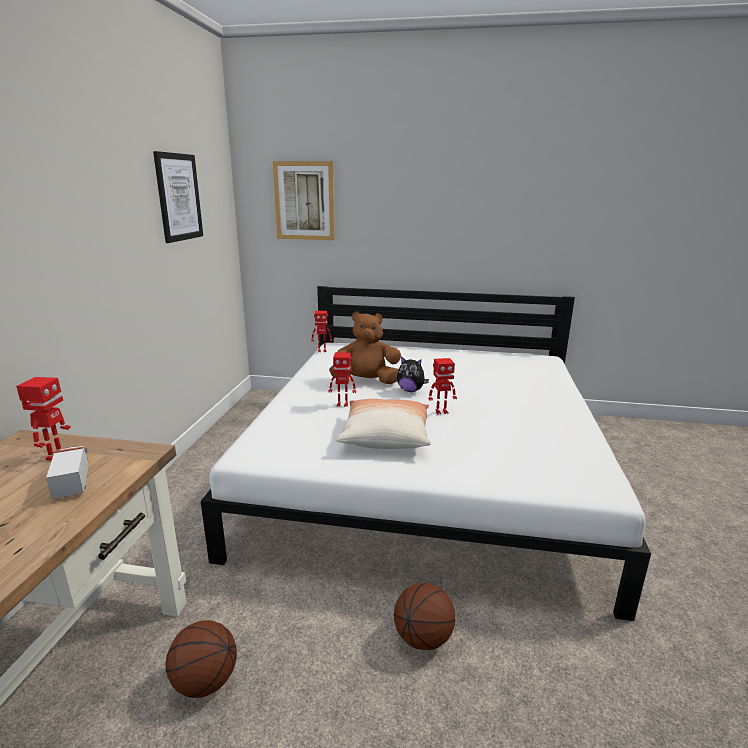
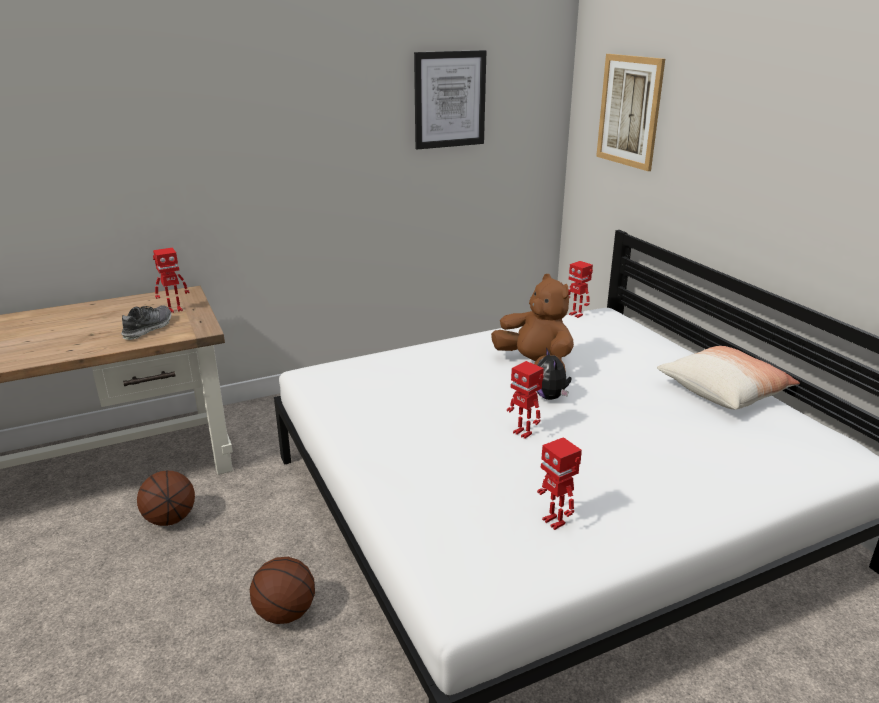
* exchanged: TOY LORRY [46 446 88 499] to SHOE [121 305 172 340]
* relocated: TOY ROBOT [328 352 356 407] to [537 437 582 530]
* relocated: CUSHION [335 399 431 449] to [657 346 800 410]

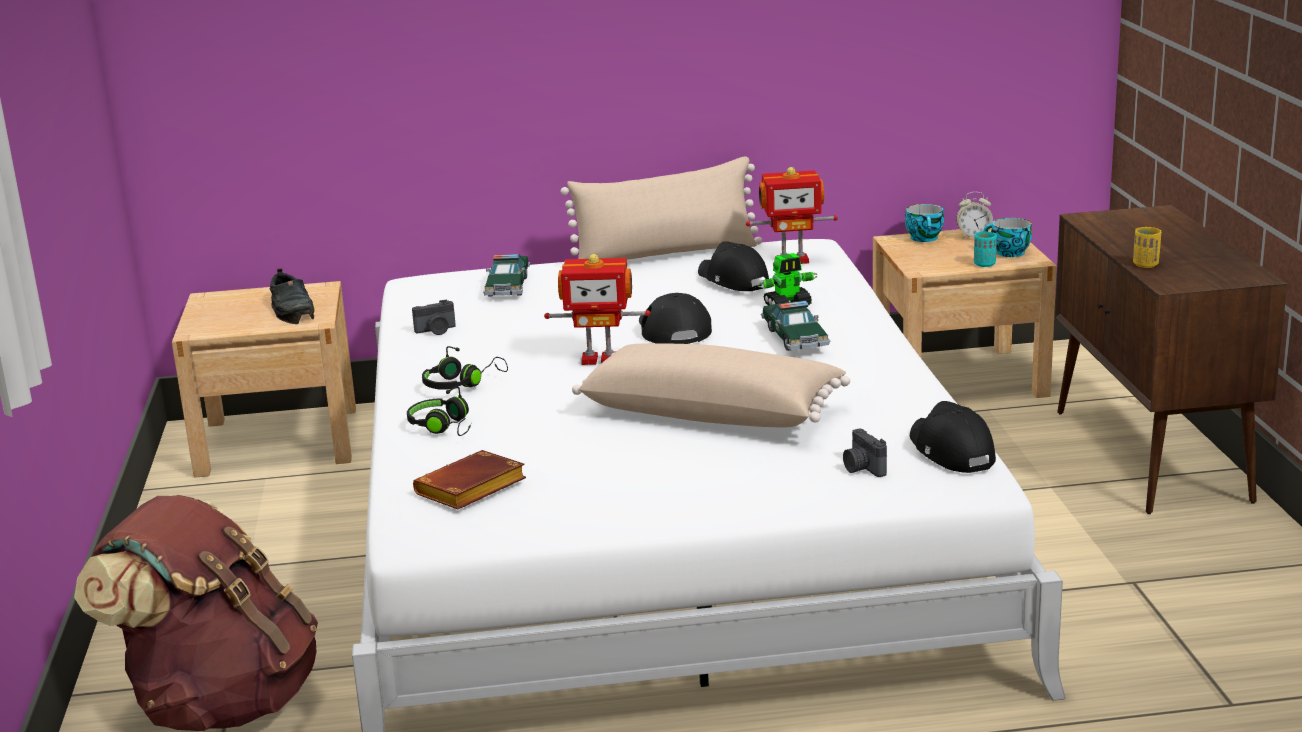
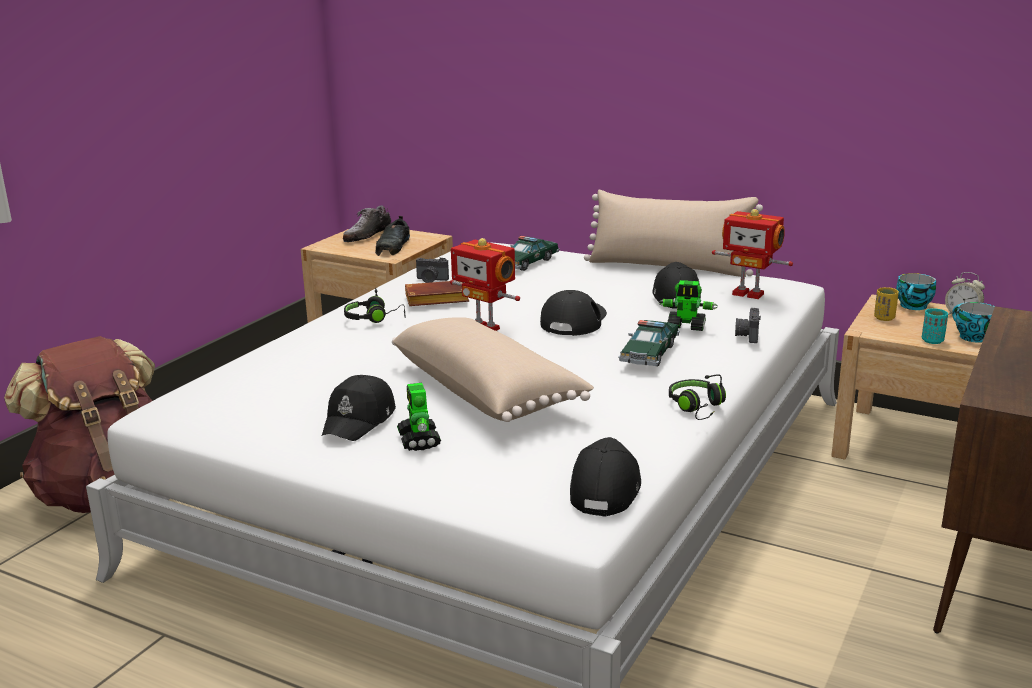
* appeared: BLACK BASEBALL CAP [322 375 396 441]
* appeared: SHOE [343 205 391 242]
* appeared: TOY ROBOT [397 383 441 451]
* relocated: BROWN BOOK [413 450 526 509] to [405 281 469 306]
* relocated: BLACK HEADSET [407 386 472 436] to [669 374 726 420]
* relocated: PHOTO CAMERA [843 429 887 477] to [735 308 761 343]
* relocated: YELLOW SMALL CUP [1133 227 1161 268] to [874 287 899 321]

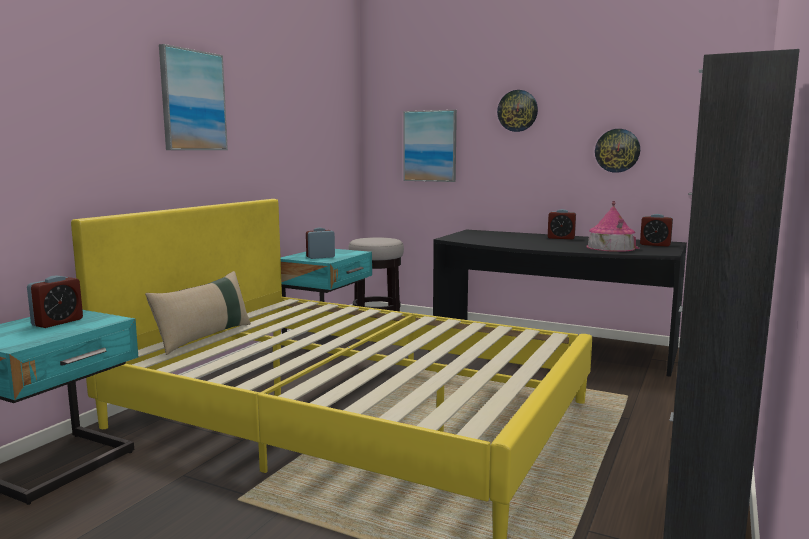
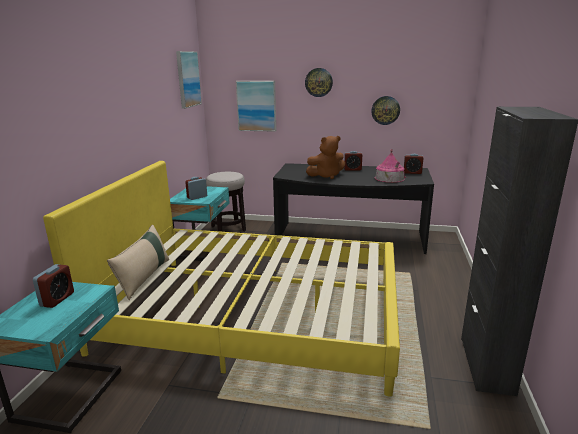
* relocated: WALL ART [159 44 228 150] to [176 51 202 109]
* appeared: BROWN CUDDLY TOY [306 136 345 179]

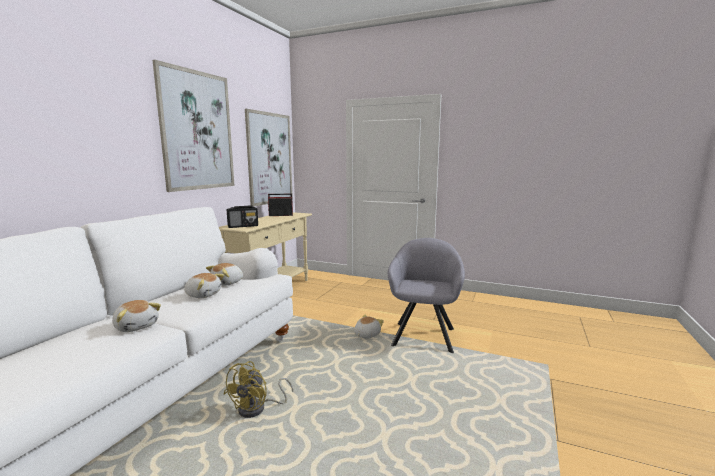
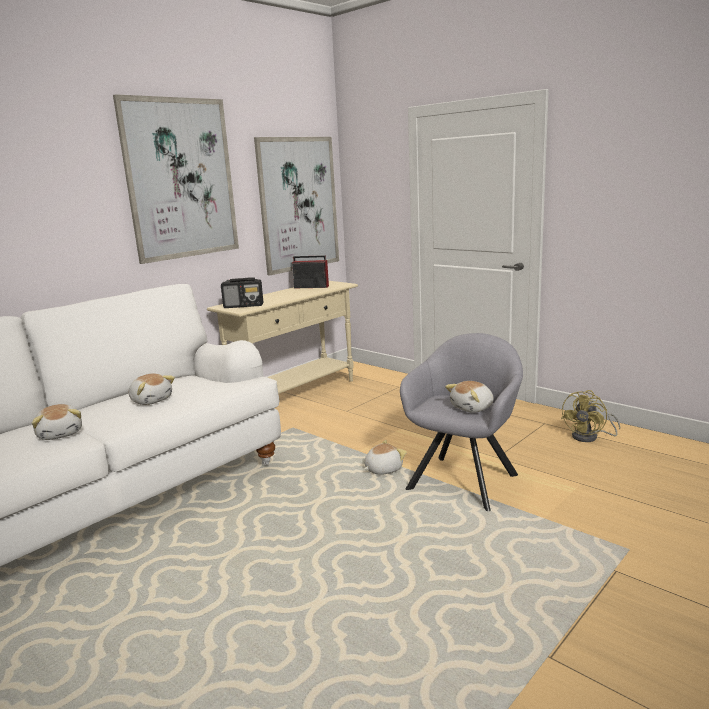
* relocated: CUDDLY TOY [206 263 243 286] to [445 381 494 413]
* relocated: YELLOW ELECTRIC FAN [224 361 293 418] to [561 390 620 442]

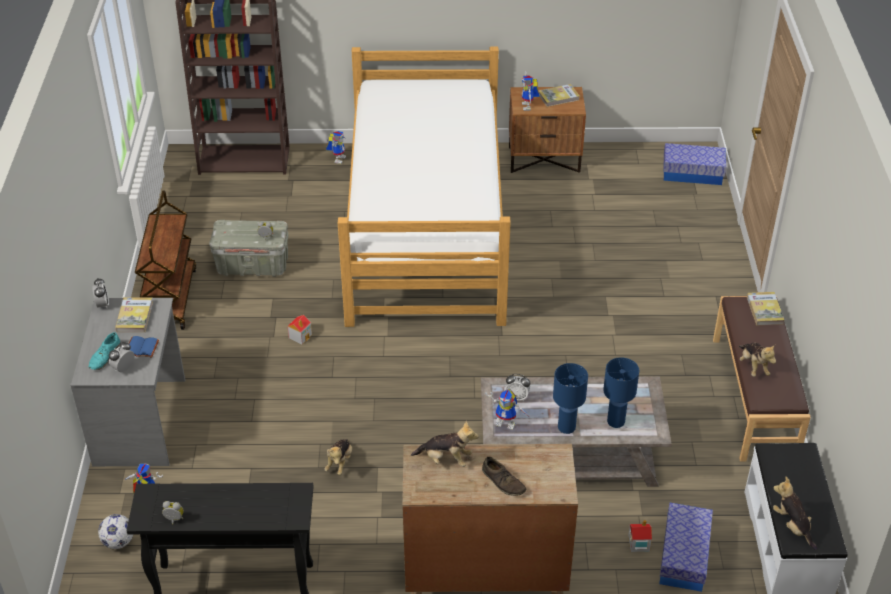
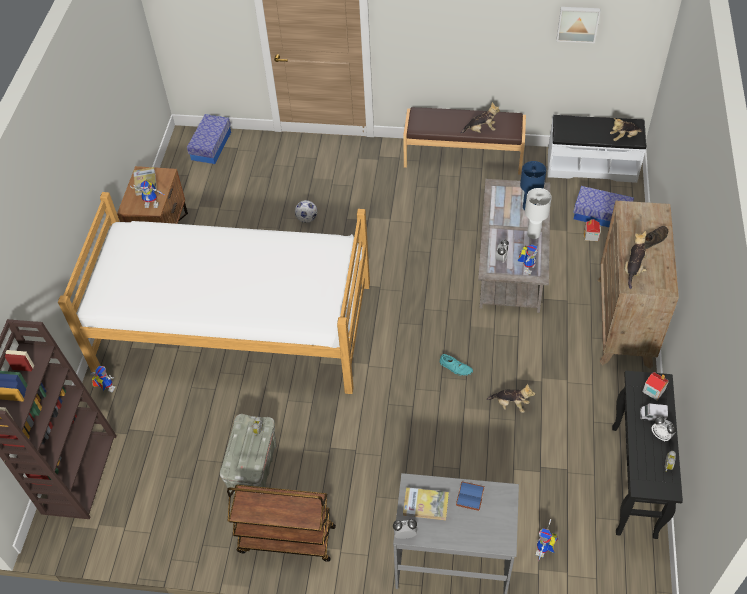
* relocated: BALL FOR FOOTBALL [98 514 133 549] to [295 200 317 223]
* relocated: BLUE-GREEN SHOE [89 332 120 370] to [440 354 473 376]
* colour: BLUE-COLOURED TABLE LAMP [553 363 588 434] to WHITE TABLE LAMP [525 188 552 239]
* appeared: WALL ART [556 7 600 43]
* appeared: TOY LORRY [640 403 668 421]
* relocated: TOY HOUSE [287 315 312 344] to [642 372 669 400]
* relocated: ALARM CLOCK [109 342 134 372] to [652 417 676 442]
* missing: BOOK [747 292 784 325]

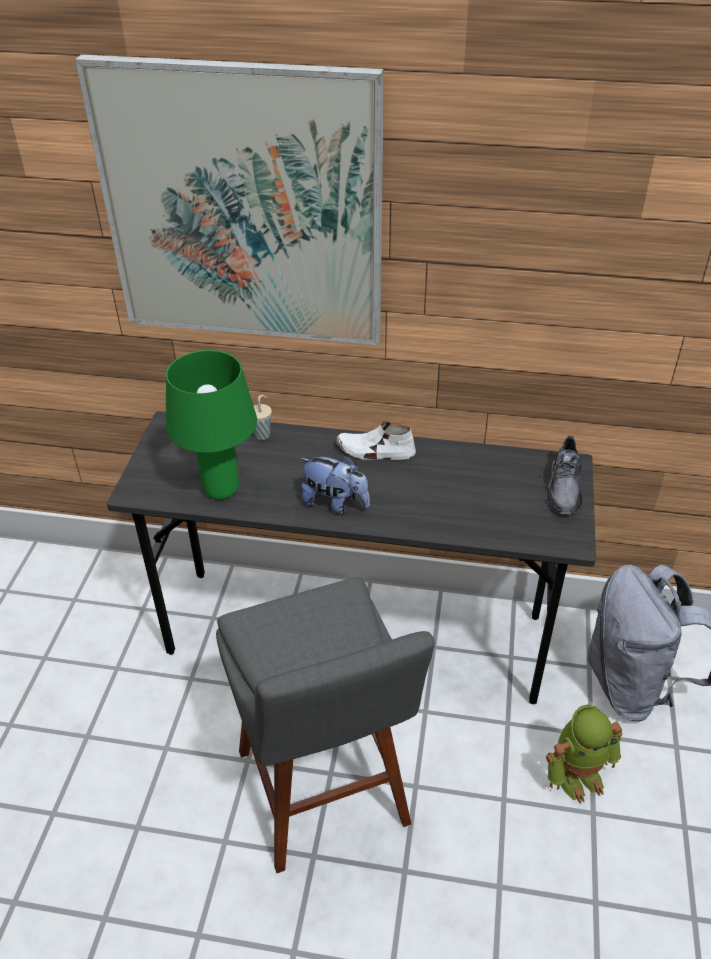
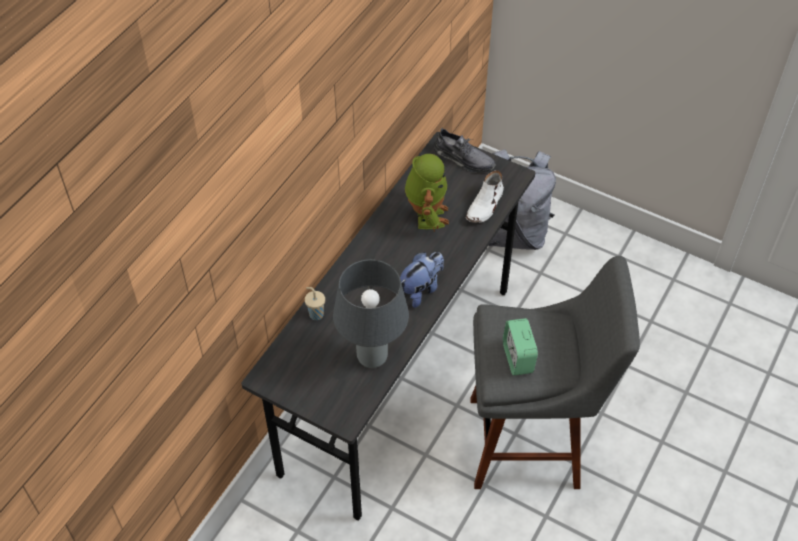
* colour: GREEN TABLE LAMP [166 350 257 500] to GREYISH TABLE LAMP [333 259 409 368]
* relocated: TOY ROBOT [546 704 622 804] to [405 154 449 232]
* relocated: WHITE SHOE [336 421 416 460] to [466 170 504 223]
* appeared: ALARM CLOCK [503 318 538 376]
* missing: WALL ART [75 54 384 345]

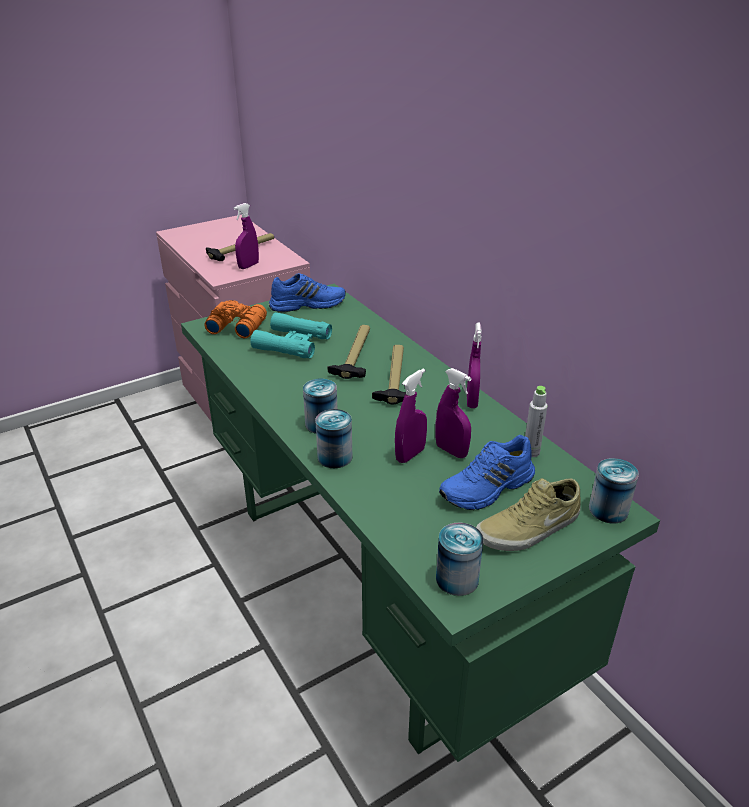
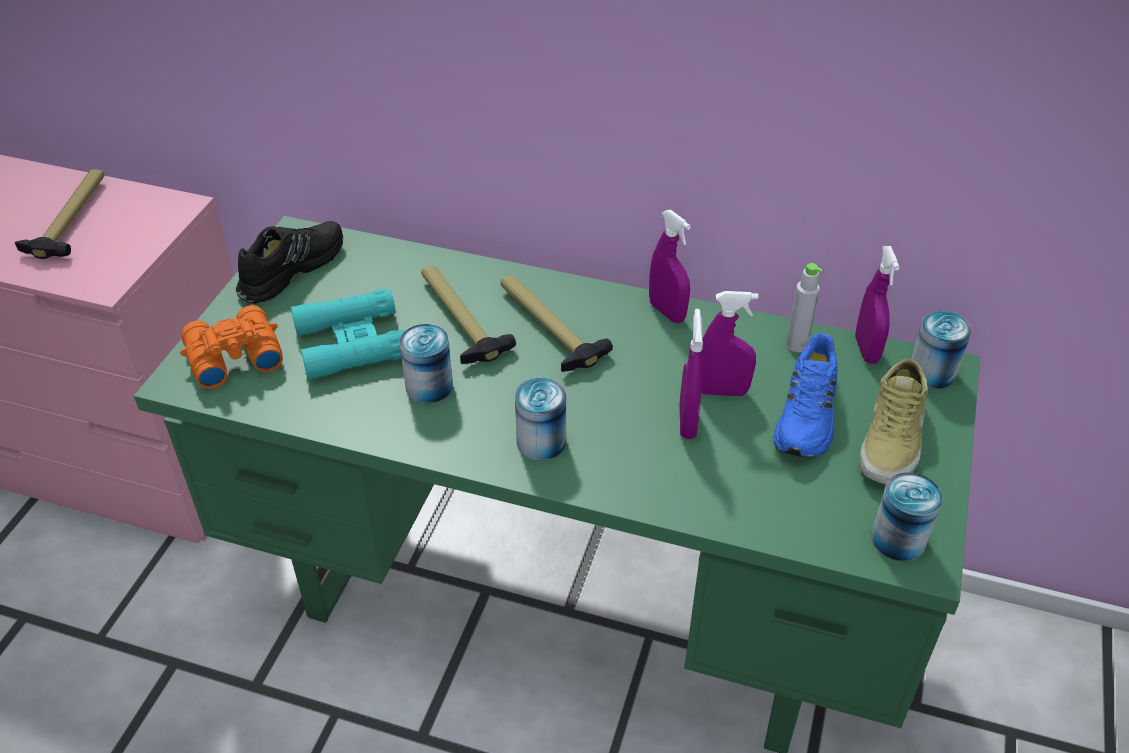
* colour: BLUE-COLOURED SHOE [269 273 346 312] to BLACK SHOE [236 221 343 304]
* relocated: CAN [315 409 352 468] to [399 324 453 403]
* relocated: PURPLE SPRAY BOTTLE [234 203 259 269] to [855 246 900 364]

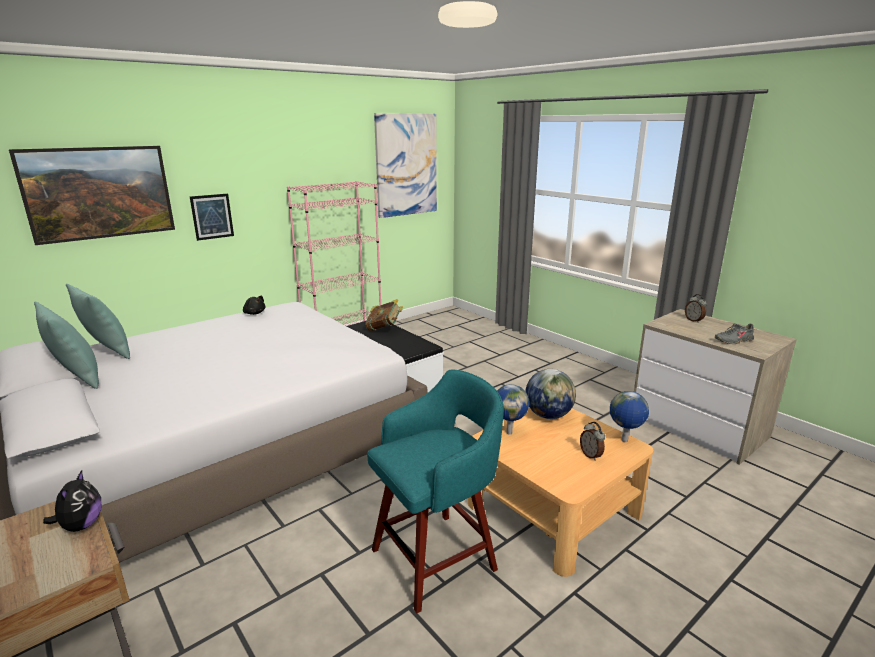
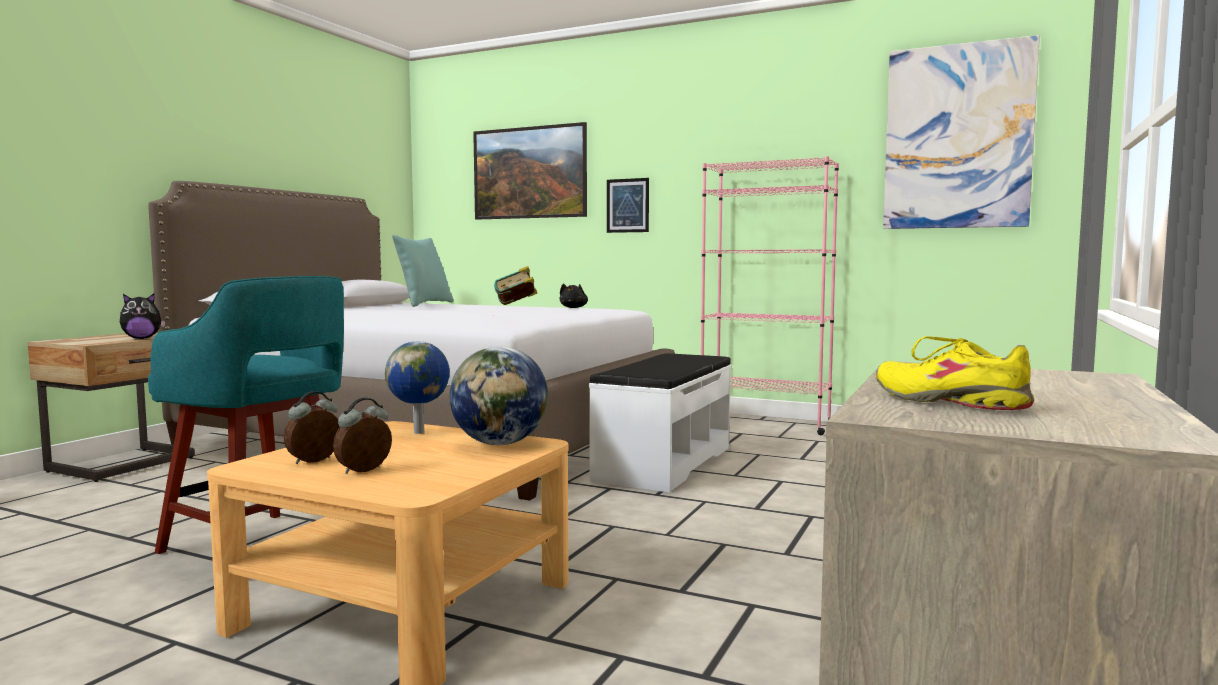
* relocated: ALARM CLOCK [685 294 707 323] to [284 391 340 464]
* relocated: BOOK [365 299 403 331] to [494 266 537 305]
* colour: GREYISH SHOE [715 323 755 344] to YELLOW SHOE [876 336 1035 410]
* missing: BLUE-GREEN CUSHION [34 302 99 389]
* missing: WORLD GLOBE [610 391 649 442]

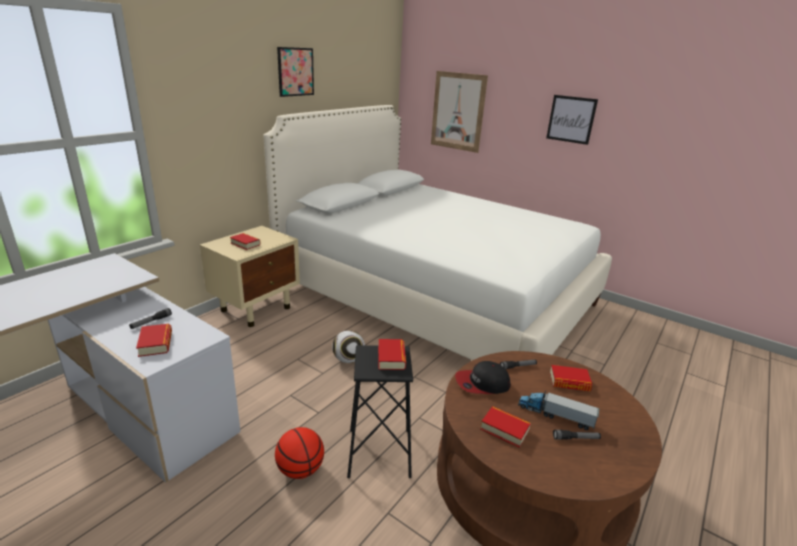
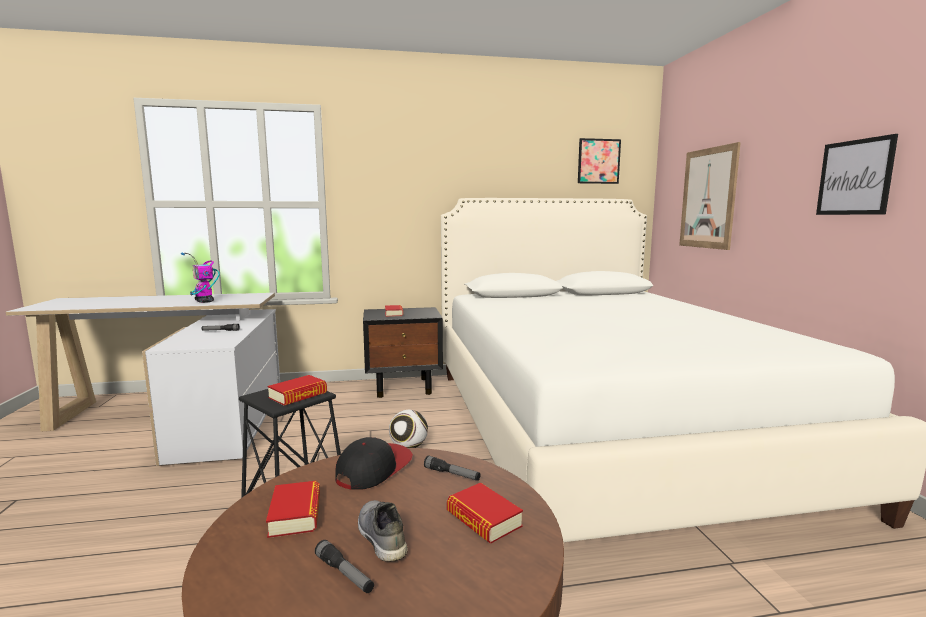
* appeared: TOY ROBOT [181 252 220 303]
* spun: BASEBALL CAP [455 361 511 394] = [335 437 413 490] 90 degrees clockwise
* exchanged: TOY LORRY [518 390 600 430] to GREYISH SHOE [358 500 408 562]
* colour: SAND-COLOURED NIGHT TABLE [200 226 300 327] to BLACK NIGHT TABLE [363 307 443 398]
* relocated: WALL ART [277 47 314 97] to [578 138 621 184]
* missing: BOOK [136 324 172 357]
* missing: BALL FOR BASKETBALL [275 427 324 479]

